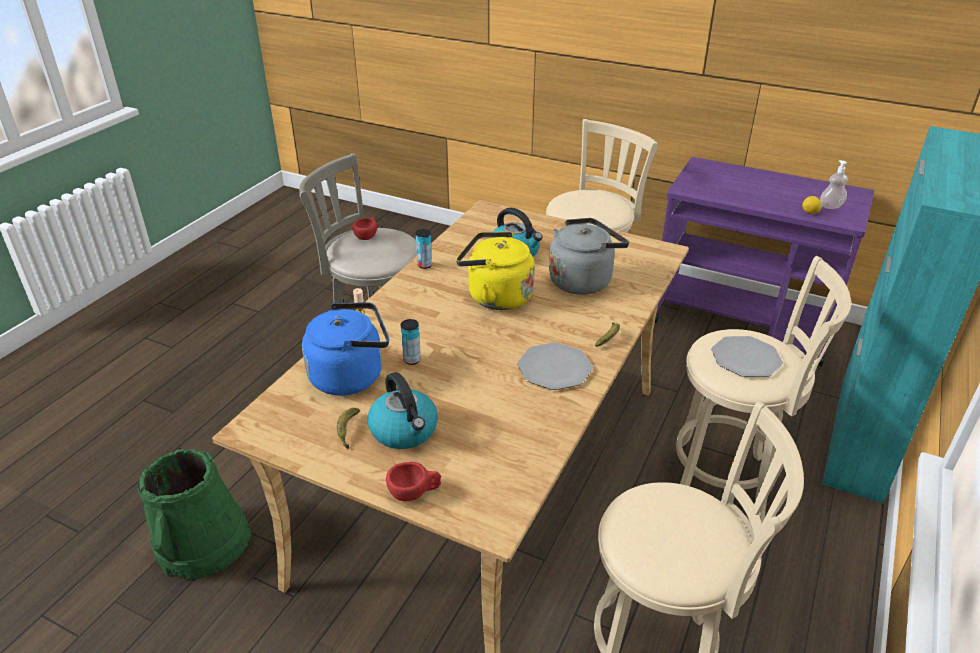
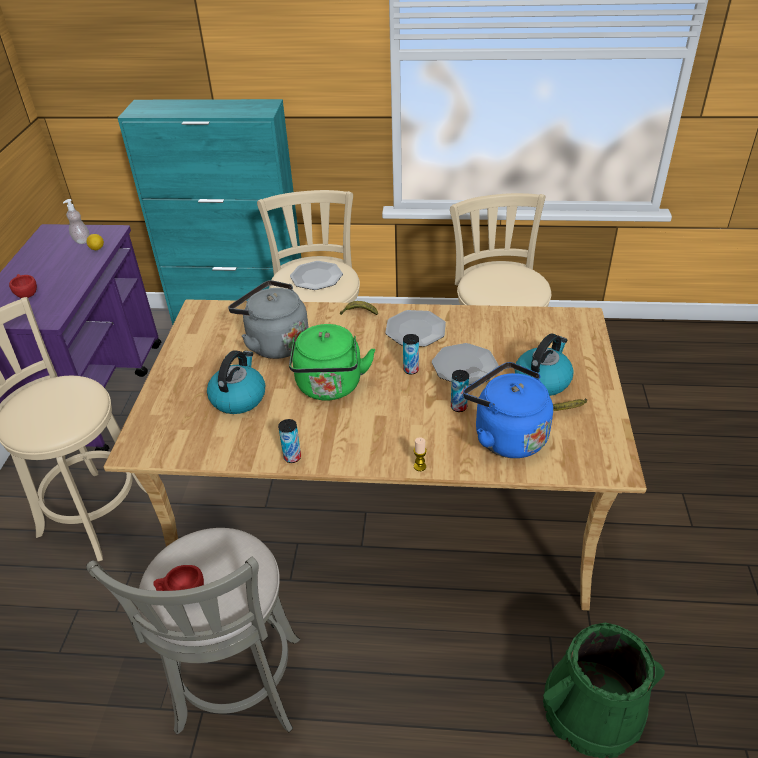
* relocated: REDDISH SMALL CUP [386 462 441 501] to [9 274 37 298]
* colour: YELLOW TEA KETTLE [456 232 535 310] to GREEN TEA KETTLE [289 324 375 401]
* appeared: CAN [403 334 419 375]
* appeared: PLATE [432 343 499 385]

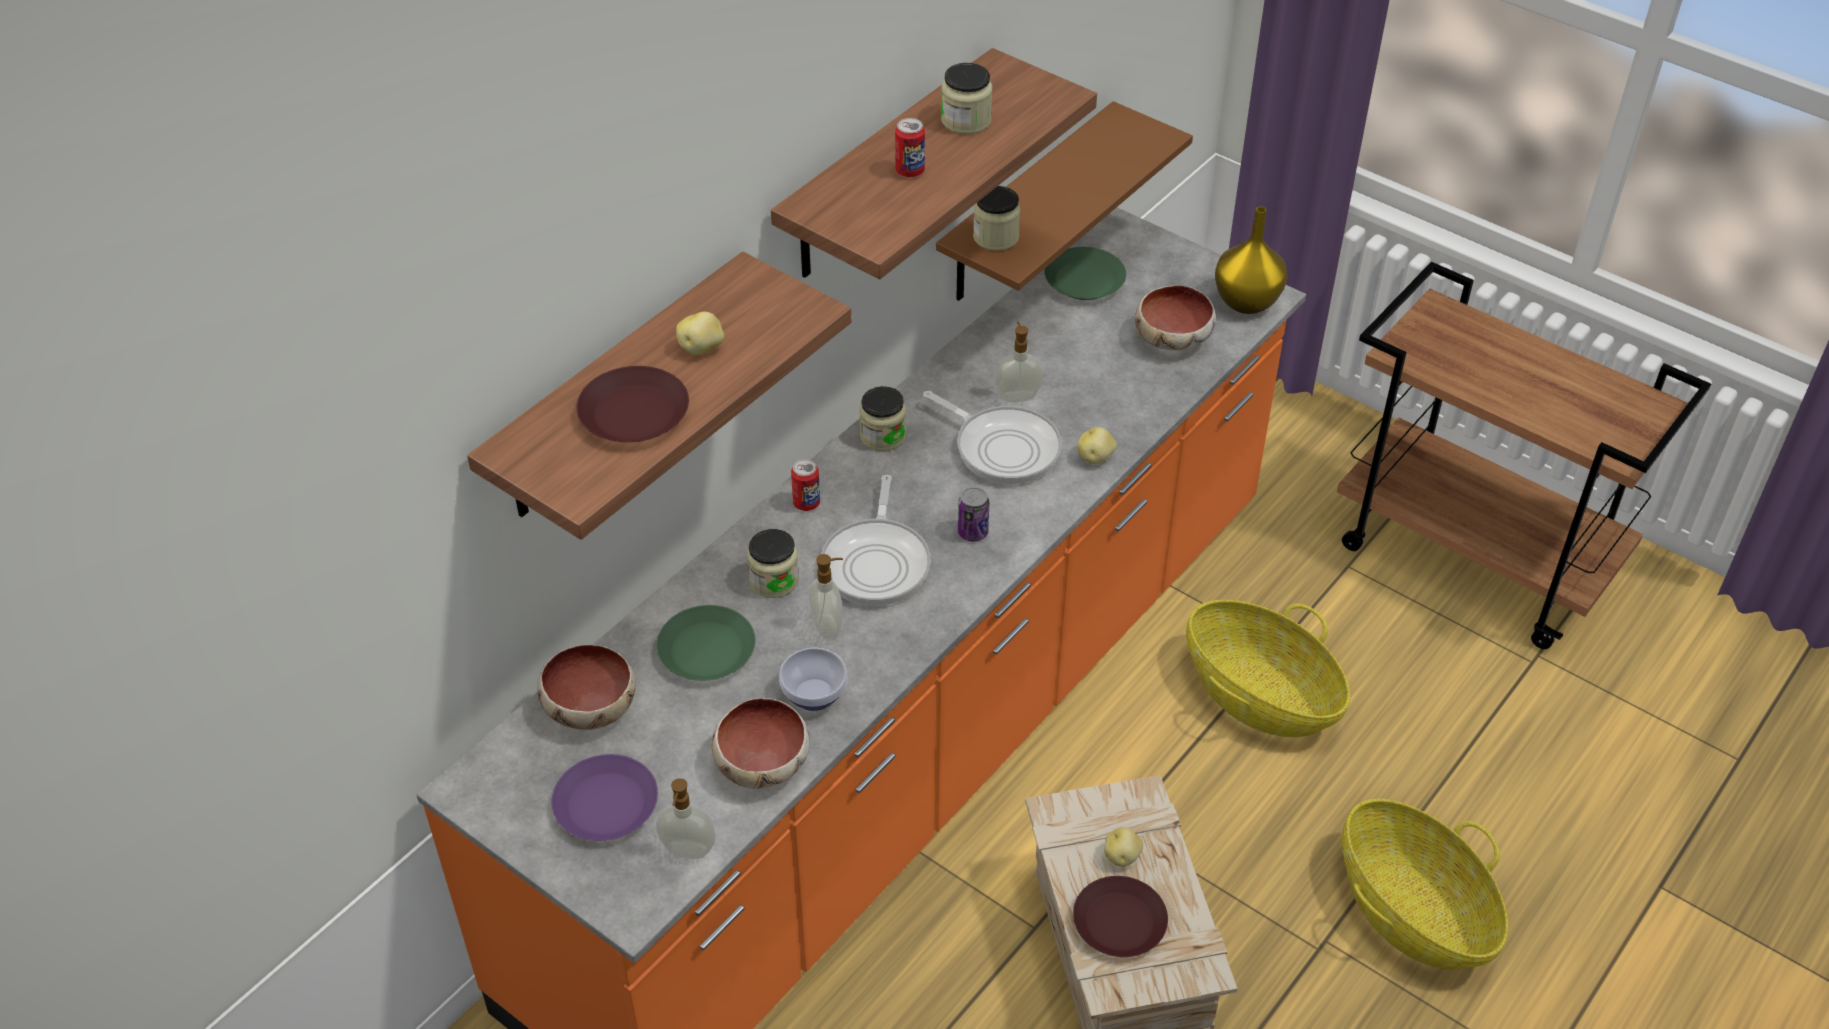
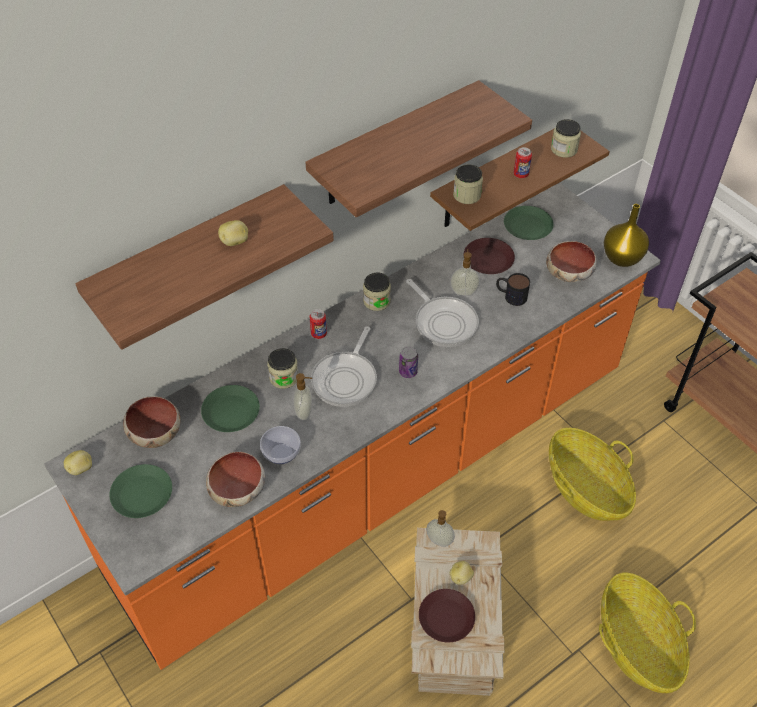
* relocated: WHOLE POTATO [1077 427 1117 464] to [64 450 92 475]
* colour: PURPLE PLATE [552 754 658 841] to GREEN PLATE [109 464 172 518]
* relocated: SOAP BOTTLE [656 778 716 859] to [426 510 455 547]
* relocated: BROWN PLATE [576 366 689 442] to [464 238 515 274]
* appeared: TEA MUG [496 273 530 306]
* relocated: CAN [895 118 925 177] to [514 147 532 178]
* relocated: PRESERVE JAR [941 63 993 134] to [551 119 581 158]

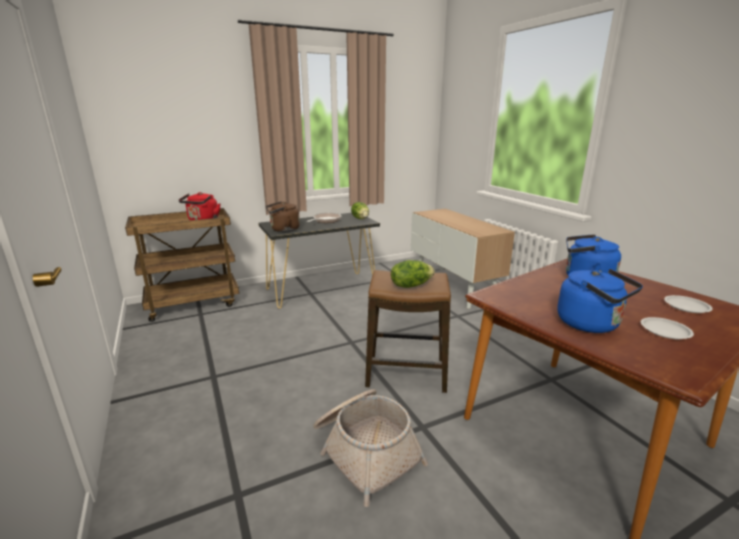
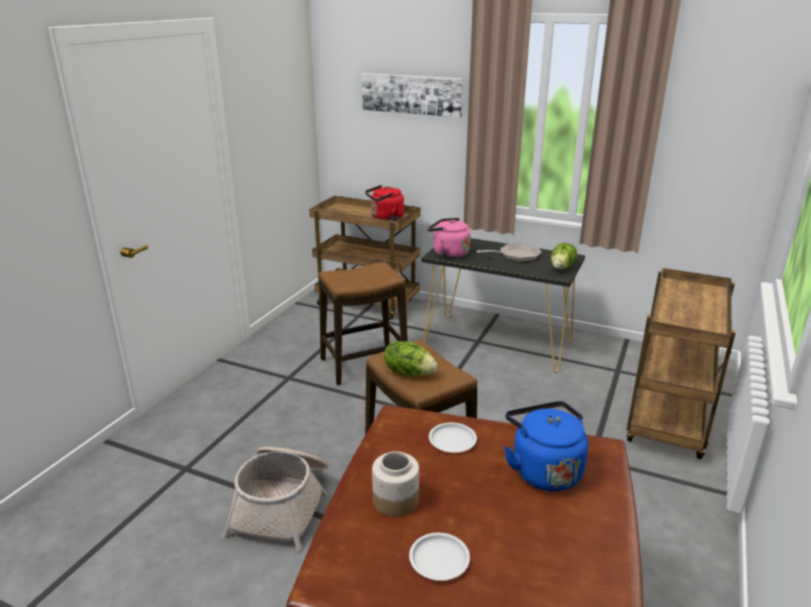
* appeared: STOOL [318 262 408 385]
* appeared: WALL ART [362 73 463 117]
* exchanged: BLUE-COLOURED TEA KETTLE [557 269 643 333] to PRESERVE JAR [372 451 419 517]
* colour: BROWN TEA KETTLE [266 201 300 232] to PINK-COLOURED TEA KETTLE [427 218 471 258]
* relocated: WHITE PLATE [664 295 713 313] to [429 423 477 453]
* exchanged: STORAGE CABINET [411 209 515 309] to BROWN CART [627 268 736 459]

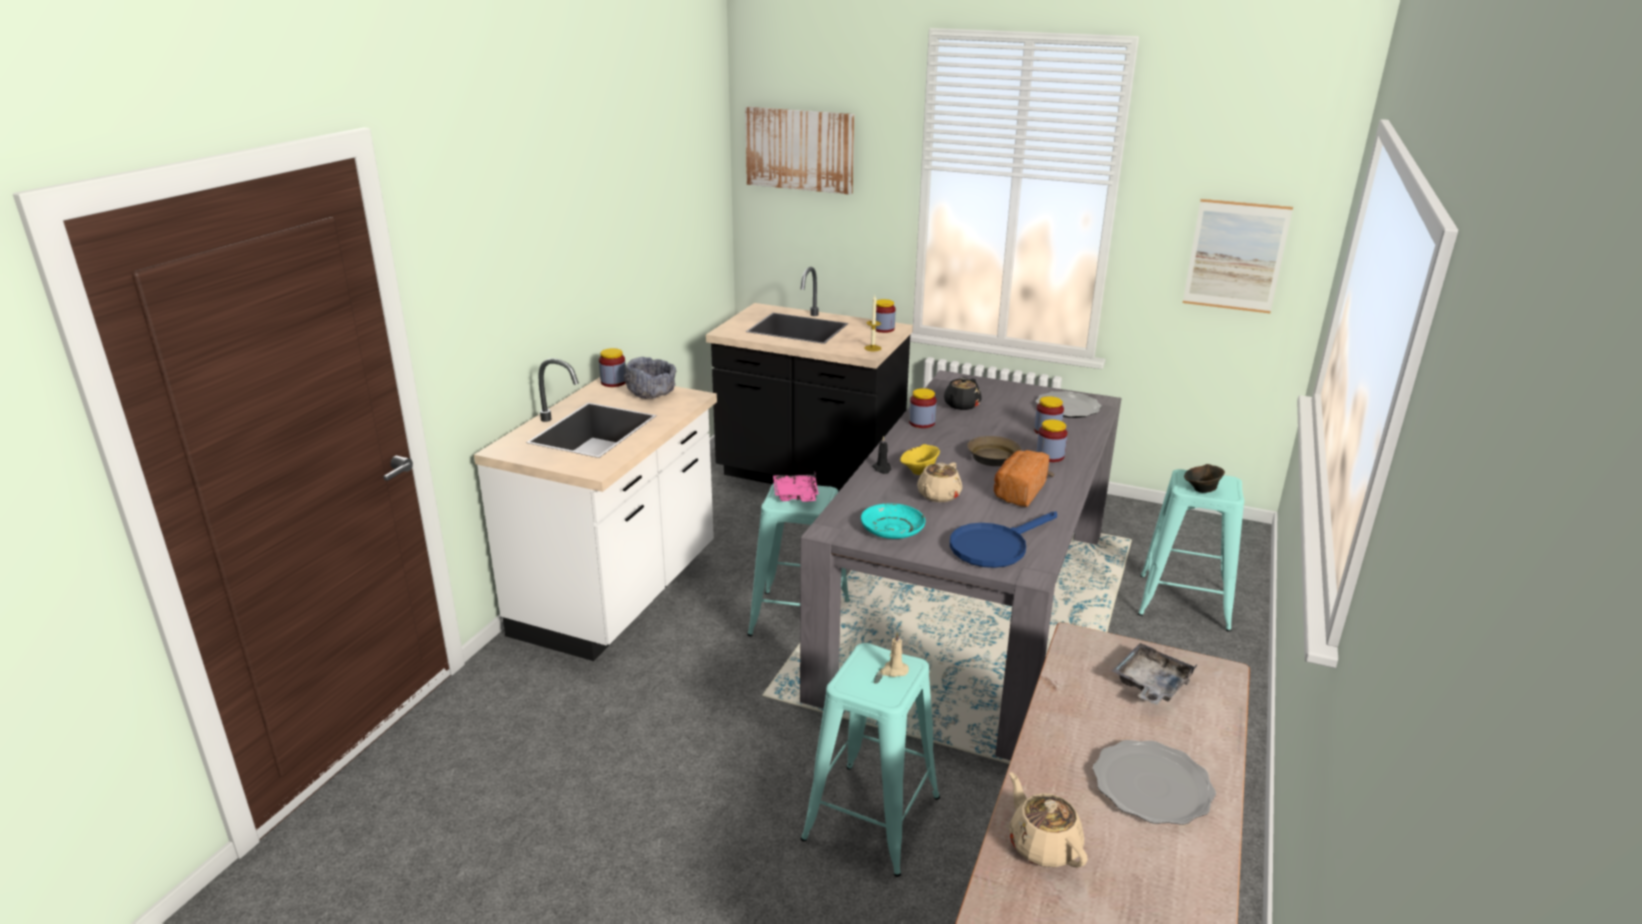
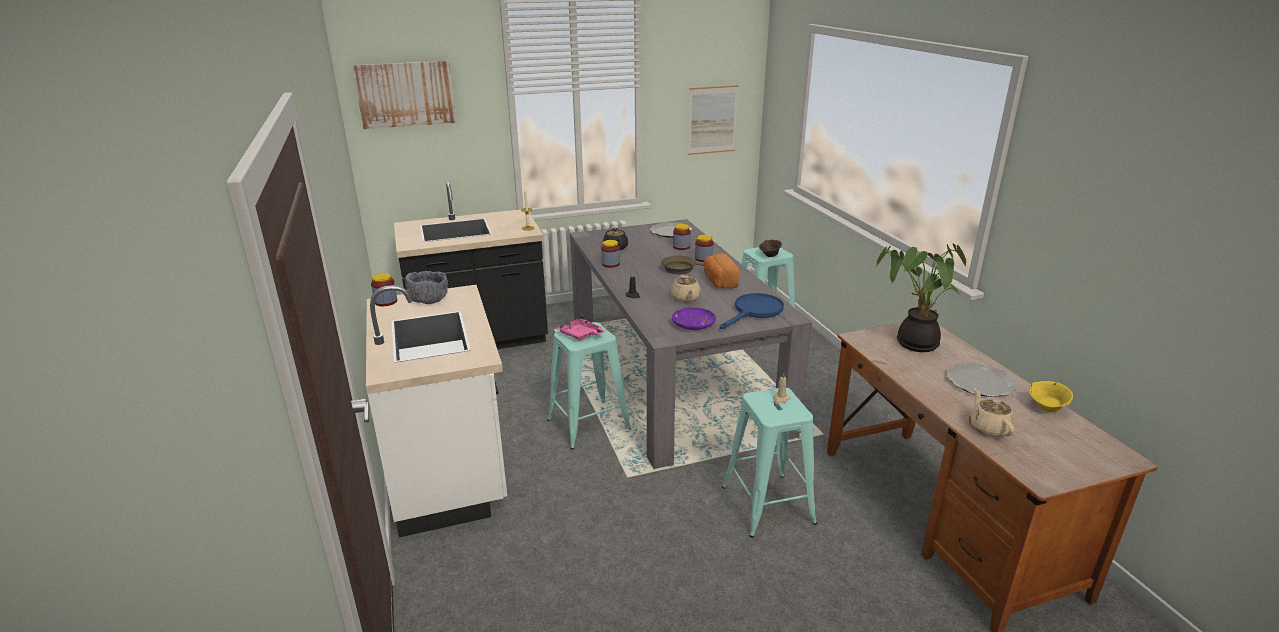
* colour: BLUE-GREEN PLATE [861 503 926 539] to PURPLE PLATE [672 307 716 330]
* spun: BLUE-COLOURED FRYING PAN [950 512 1057 568] = [720 293 784 329] 150 degrees counterclockwise
* exchanged: GREYISH CARRYING TRAY [1112 643 1197 705] to HOUSEPLANT [877 243 966 352]
* spun: SAND-COLOURED TEAPOT [1009 772 1088 868] = [969 388 1015 437] 60 degrees clockwise
* relocated: YELLOW BOWL [900 444 940 475] to [1029 381 1073 413]
* missing: PRESERVE JAR [876 299 896 333]

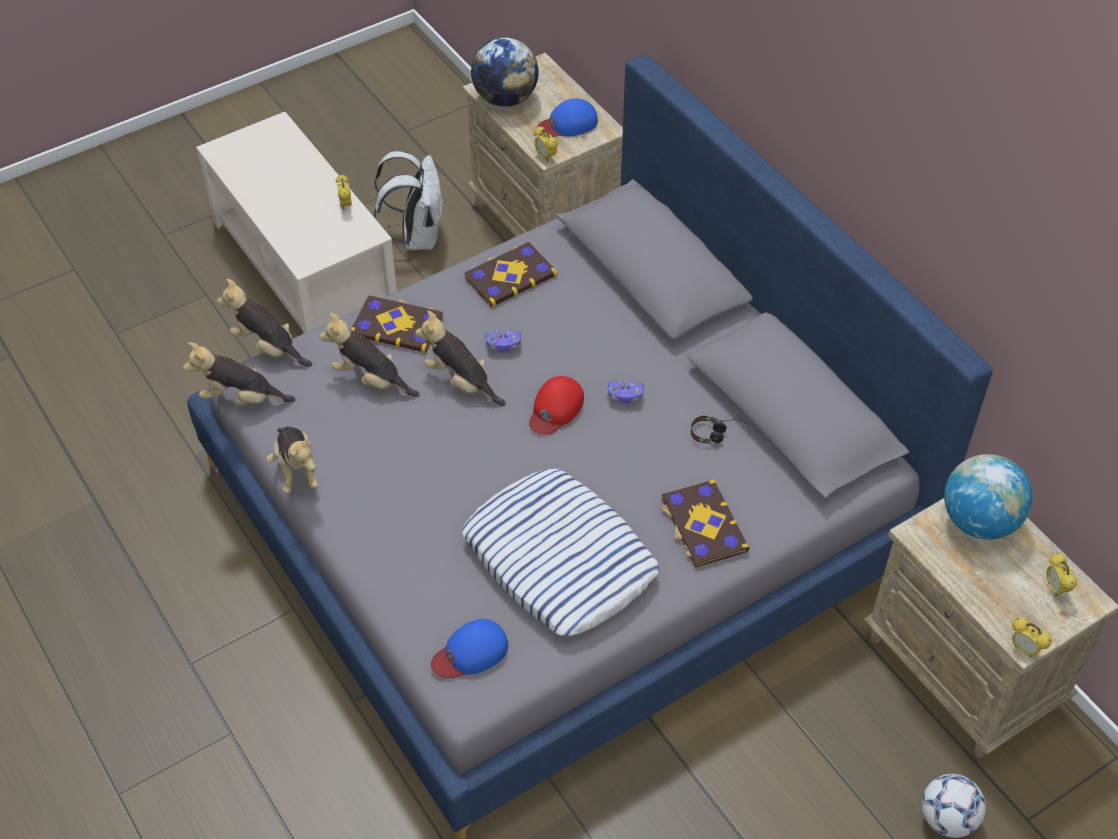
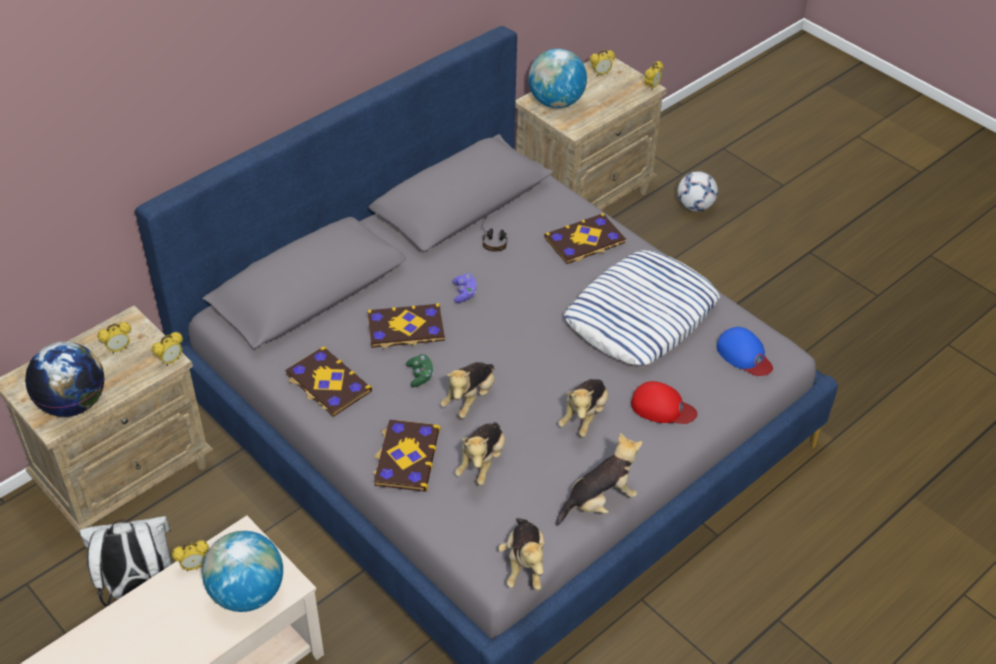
* exchanged: BLUE-COLOURED BASEBALL CAP [537 98 598 137] to ALARM CLOCK [98 322 131 354]
* appeared: WORLD GLOBE [202 531 283 612]
* appeared: BOOK [367 303 445 349]
* colour: PURPLE JOYPAD [485 330 521 352] to GREEN JOYPAD [406 354 433 387]
* relocated: CUDDLY TOY [217 279 312 367] to [558 379 609 437]
* relocated: REDDISH BASEBALL CAP [529 376 584 435] to [631 381 697 424]

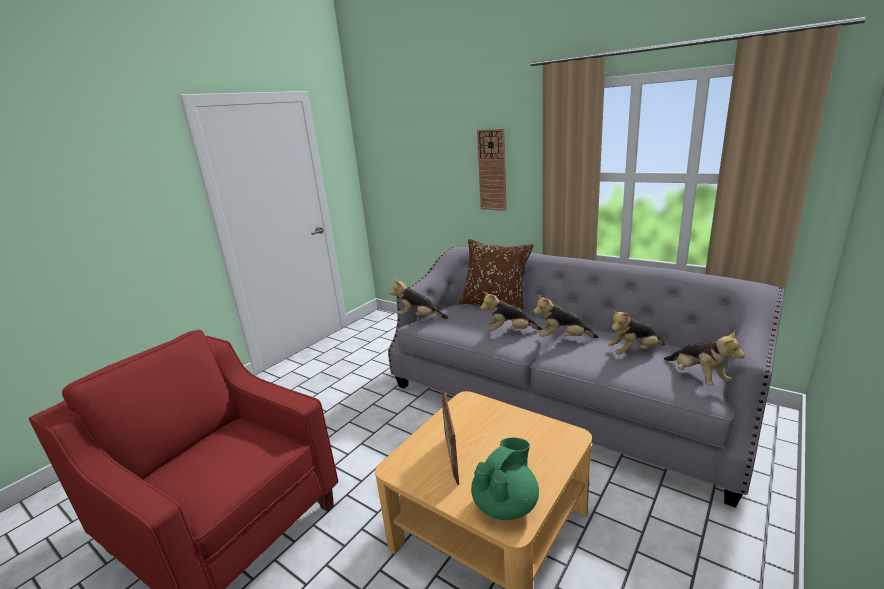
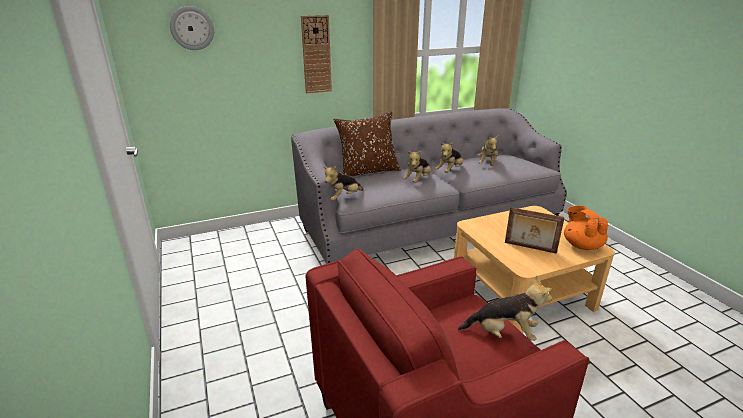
* appeared: CLOCK ON THE WALL [170 6 214 50]
* relocated: CUDDLY TOY [664 330 745 386] to [458 276 552 341]
* colour: GREEN TEAPOT [471 437 539 520] to ORANGE TEAPOT [564 206 608 250]

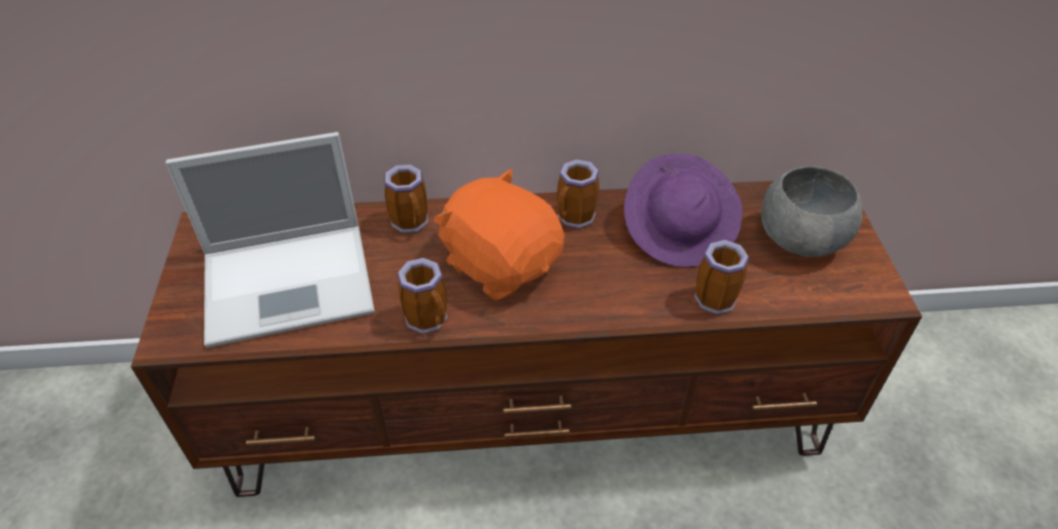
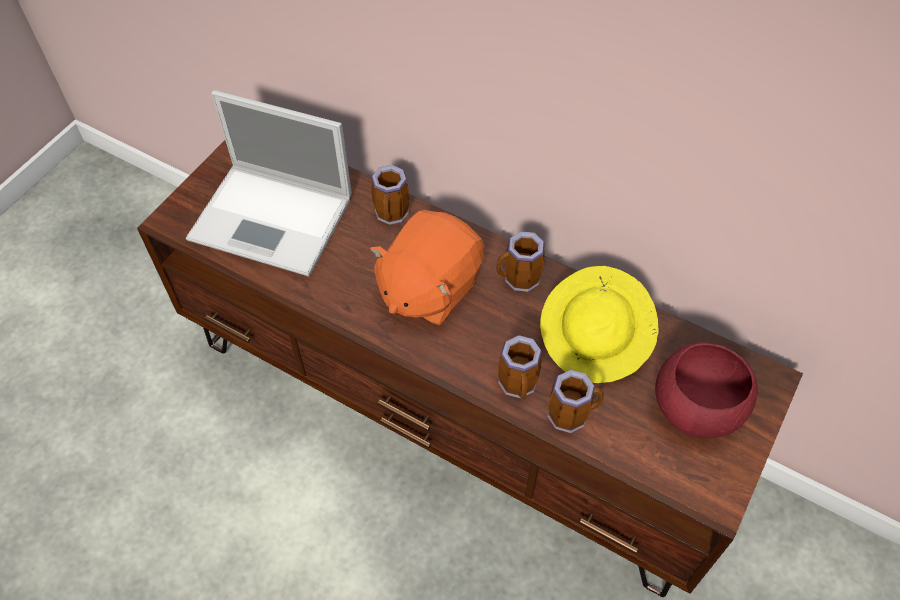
* spun: ORANGE CUDDLY TOY [434 169 565 300] = [370 210 485 325] 135 degrees counterclockwise
* relocated: TEA MUG [397 258 448 334] to [498 335 542 398]
* colour: PURPLE CLOTHING HAT [624 153 742 267] to YELLOW CLOTHING HAT [540 266 659 383]
* colour: GREYISH BOWL [761 166 863 257] to REDDISH BOWL [655 342 758 438]

